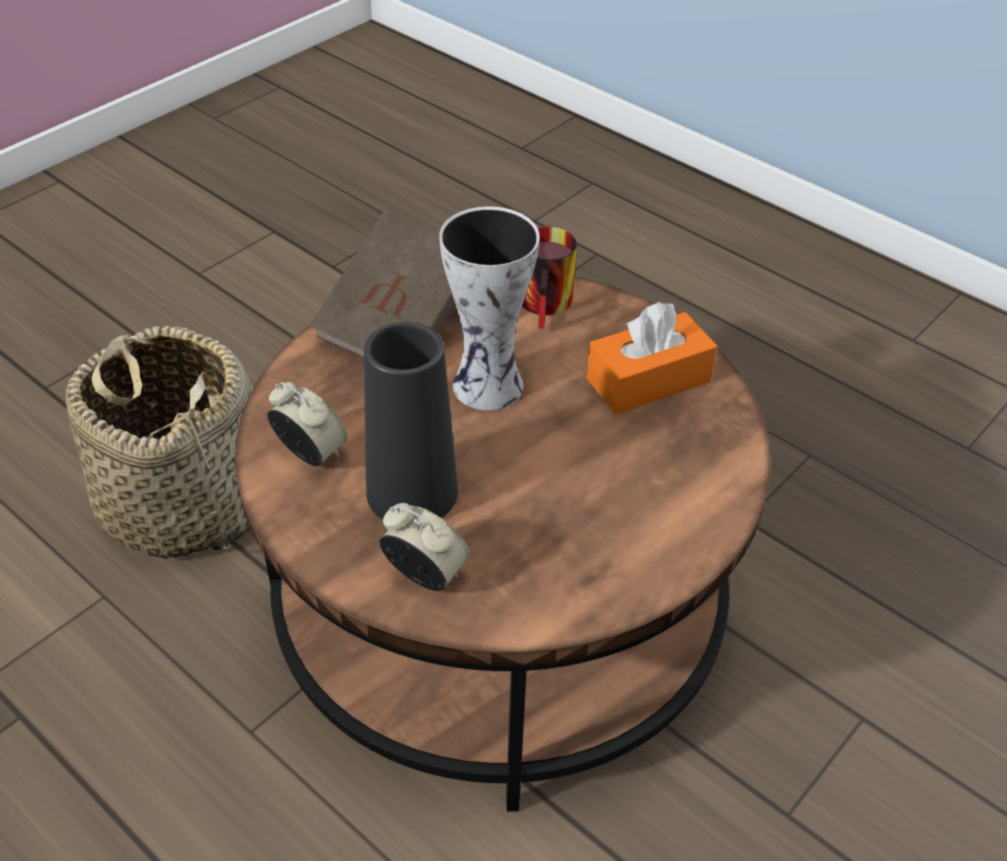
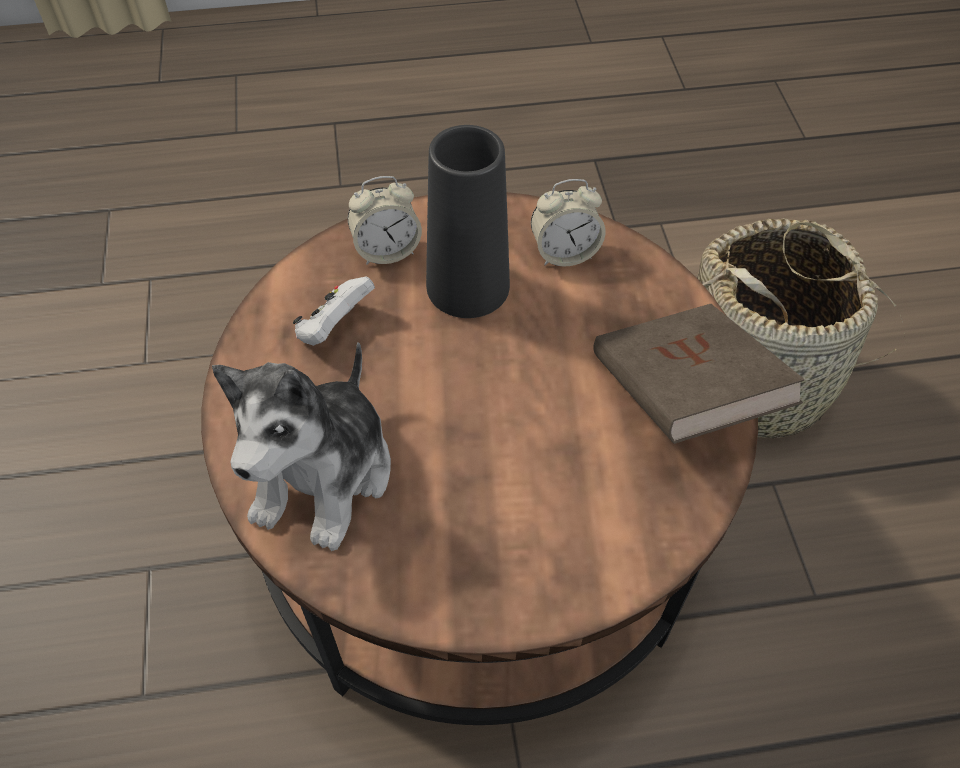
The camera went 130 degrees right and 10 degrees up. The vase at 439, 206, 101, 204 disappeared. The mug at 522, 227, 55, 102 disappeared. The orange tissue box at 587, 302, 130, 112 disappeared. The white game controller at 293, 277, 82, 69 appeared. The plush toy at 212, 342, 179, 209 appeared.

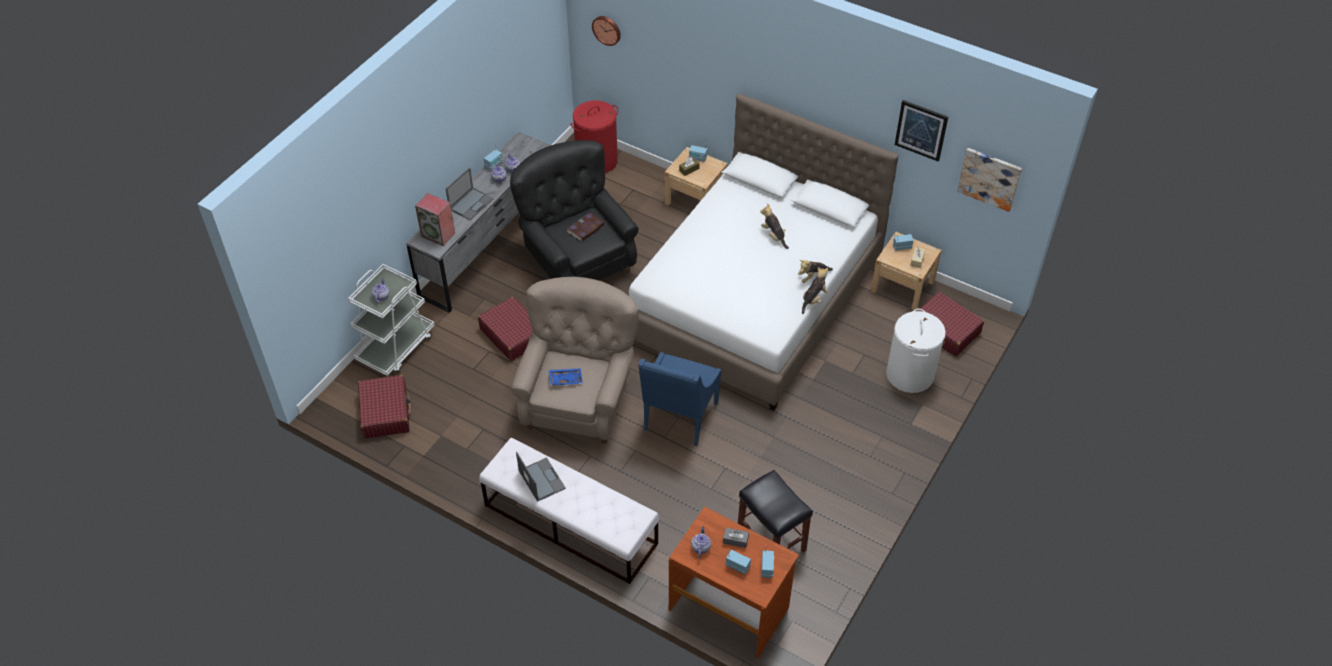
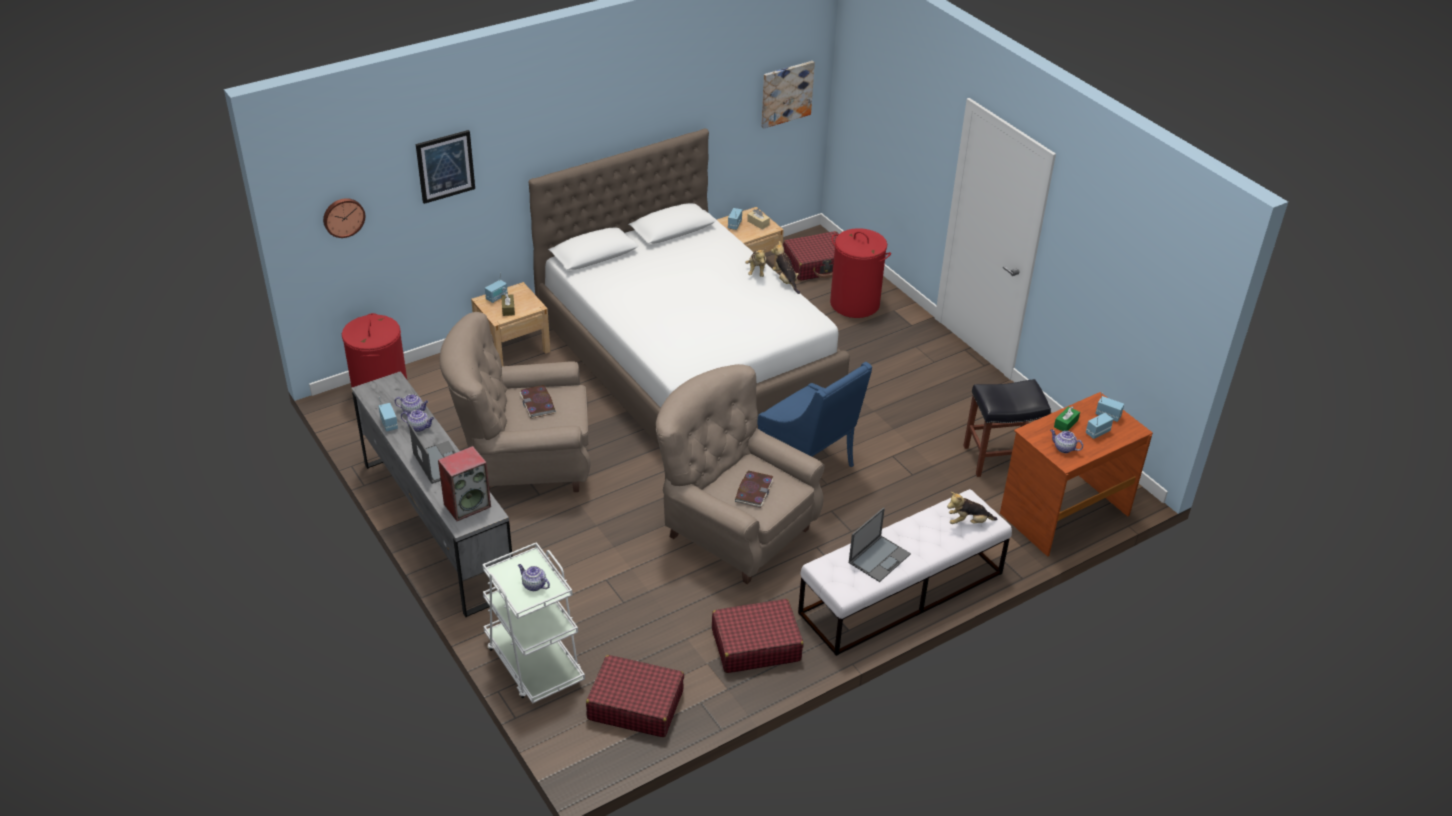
The camera went 65 degrees left and 10 degrees down. The picture moved from 895, 100, 53, 61 to 416, 130, 59, 74. The black armchair at 510, 140, 129, 140 became the beige armchair at 440, 312, 150, 180. The plush toy moved from 760, 203, 29, 46 to 947, 492, 51, 32. The red suitcase moved from 478, 296, 55, 65 to 712, 599, 91, 74. The white laundry basket at 886, 309, 60, 84 became the red laundry basket at 830, 228, 61, 90. The blue tray at 548, 368, 35, 17 was replaced by the book at 735, 470, 39, 38. The laptop at 516, 452, 50, 50 turned 135 degrees clockwise. The grey tissue box at 723, 528, 26, 20 became the green tissue box at 1054, 406, 26, 25.

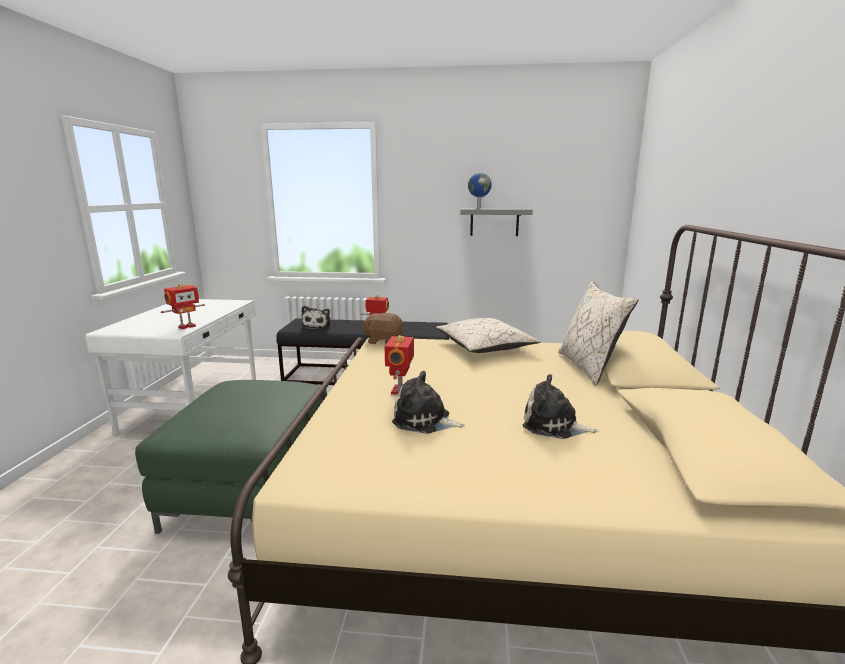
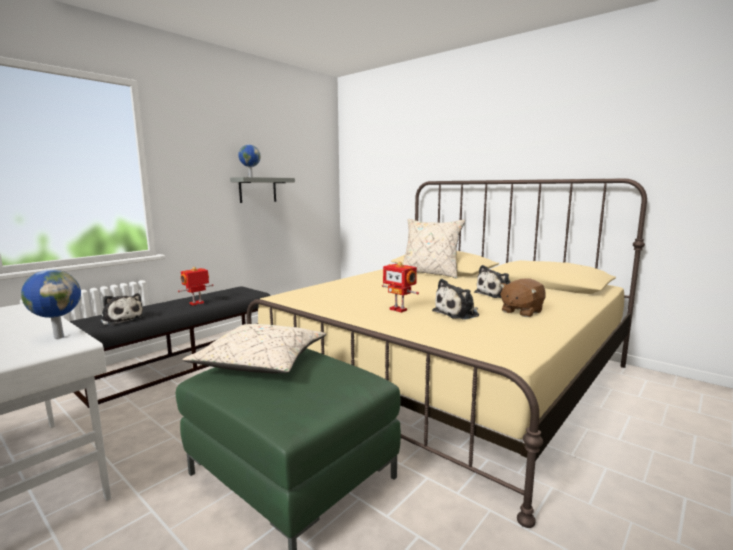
The camera went 55 degrees left and 5 degrees down. The toy robot at 161, 283, 44, 46 was replaced by the globe at 21, 269, 60, 70. The brown plush toy moved from 362, 313, 42, 32 to 500, 278, 46, 39. The beige pillow moved from 436, 318, 105, 35 to 182, 324, 144, 49.

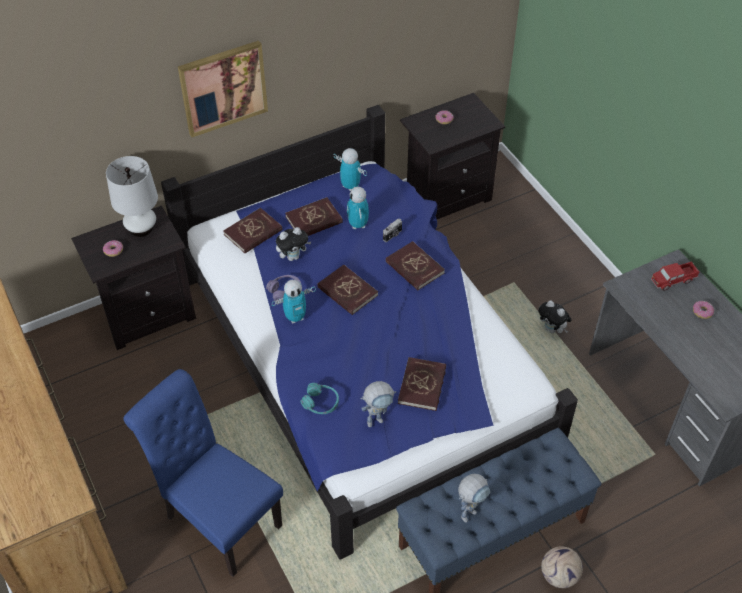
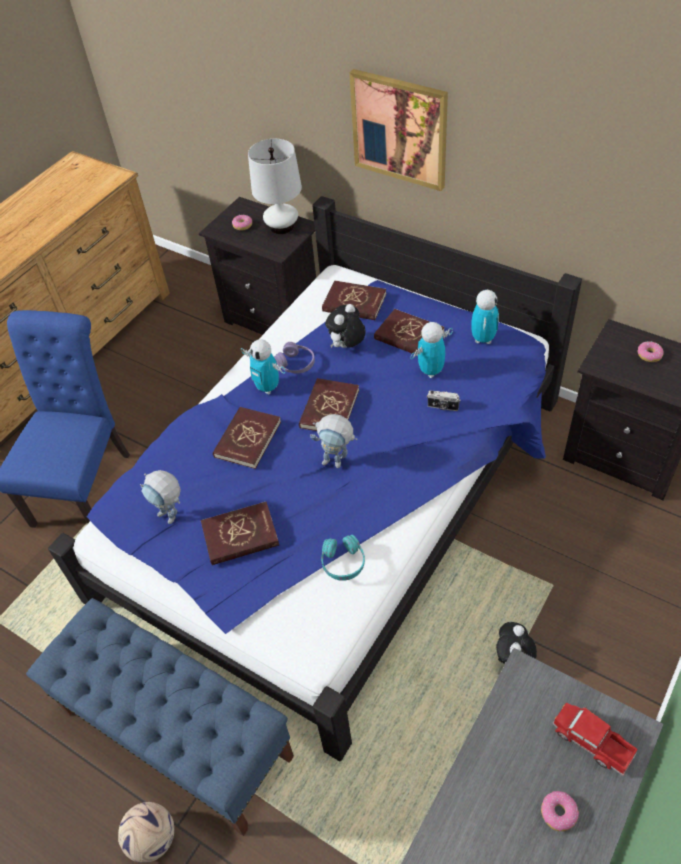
The camera went 65 degrees right and 0 degrees up. The plush toy at 276, 227, 36, 34 turned 90 degrees clockwise. The red book moved from 386, 241, 59, 49 to 213, 407, 68, 62. The turquoise headphones moved from 300, 383, 39, 31 to 321, 535, 44, 46. The toy robot moved from 458, 474, 32, 48 to 310, 414, 47, 54.

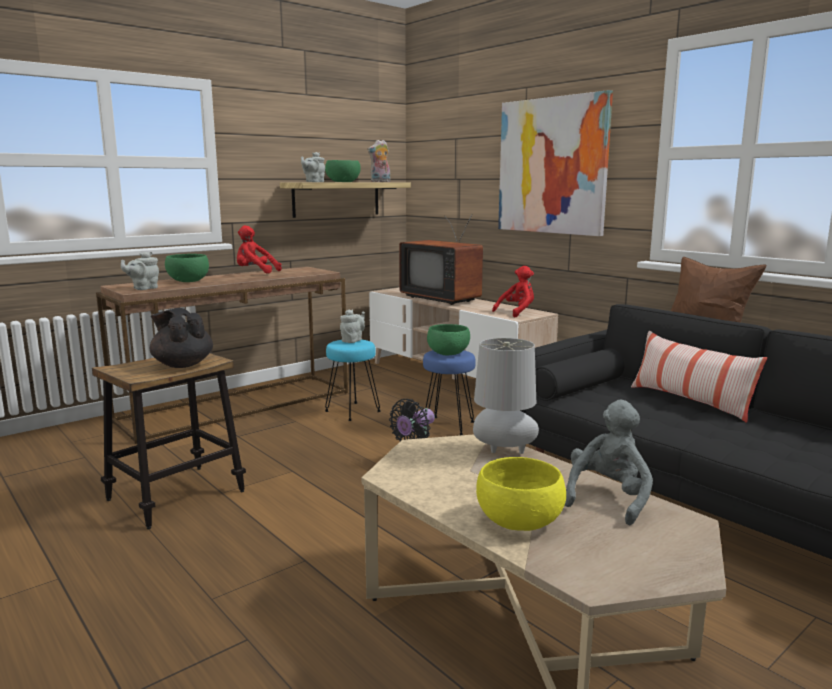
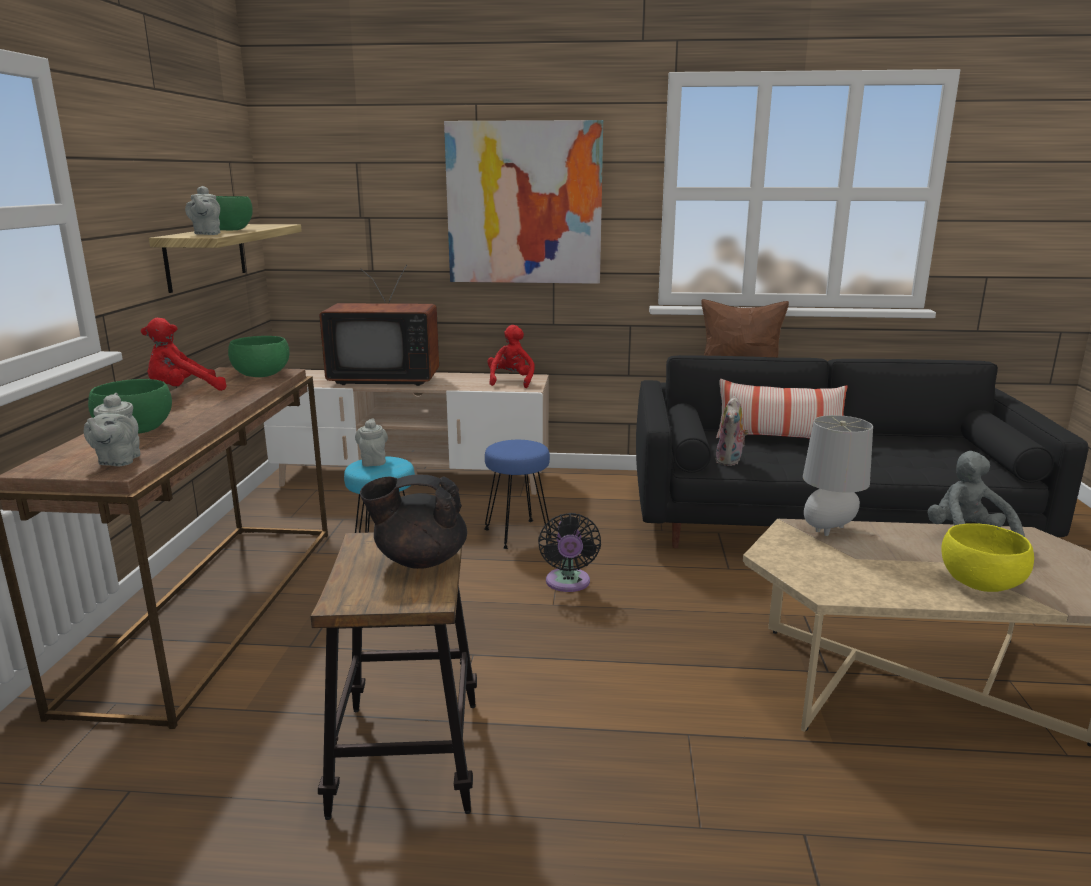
The camera went 45 degrees left and 5 degrees up. The plush toy moved from 367, 140, 23, 42 to 716, 396, 33, 70. The green bowl moved from 427, 324, 43, 31 to 228, 336, 62, 41.

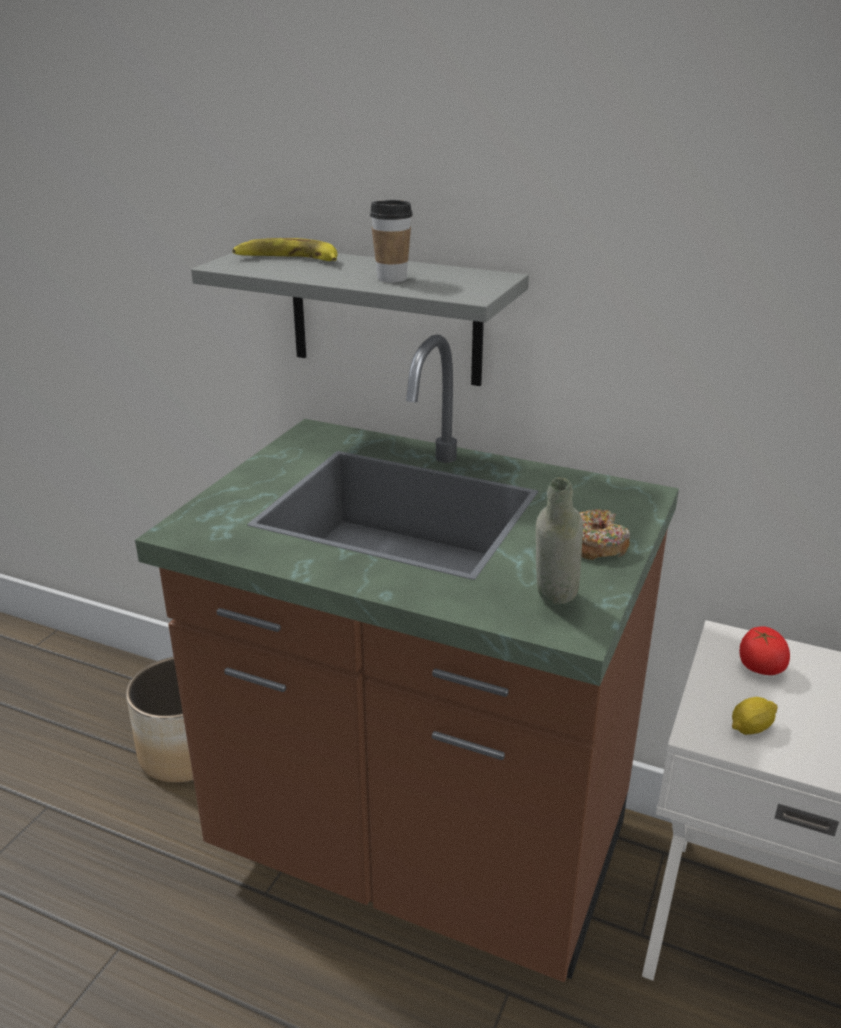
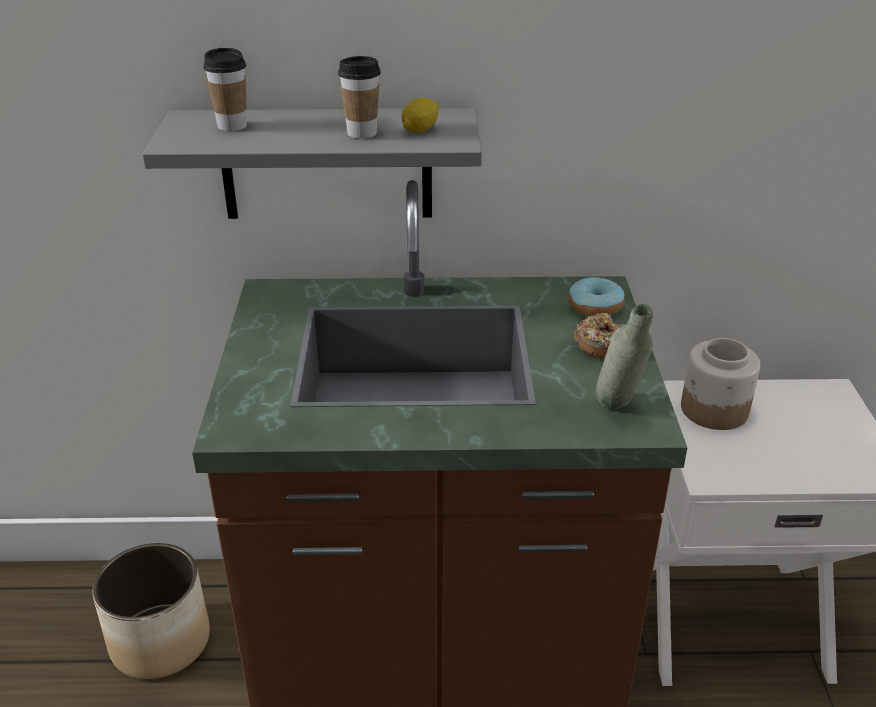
The camera went 25 degrees left and 5 degrees up. The banana at 232, 238, 106, 23 was replaced by the cup at 203, 48, 44, 83. The tomato at 739, 626, 51, 49 was replaced by the jar at 681, 338, 79, 92. The lemon moved from 732, 697, 46, 38 to 402, 98, 37, 35. The donut at 568, 277, 57, 39 appeared.

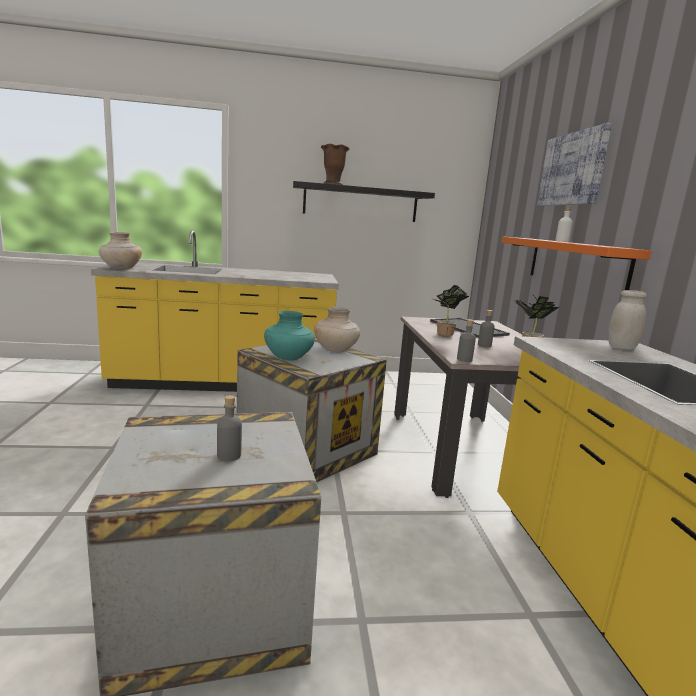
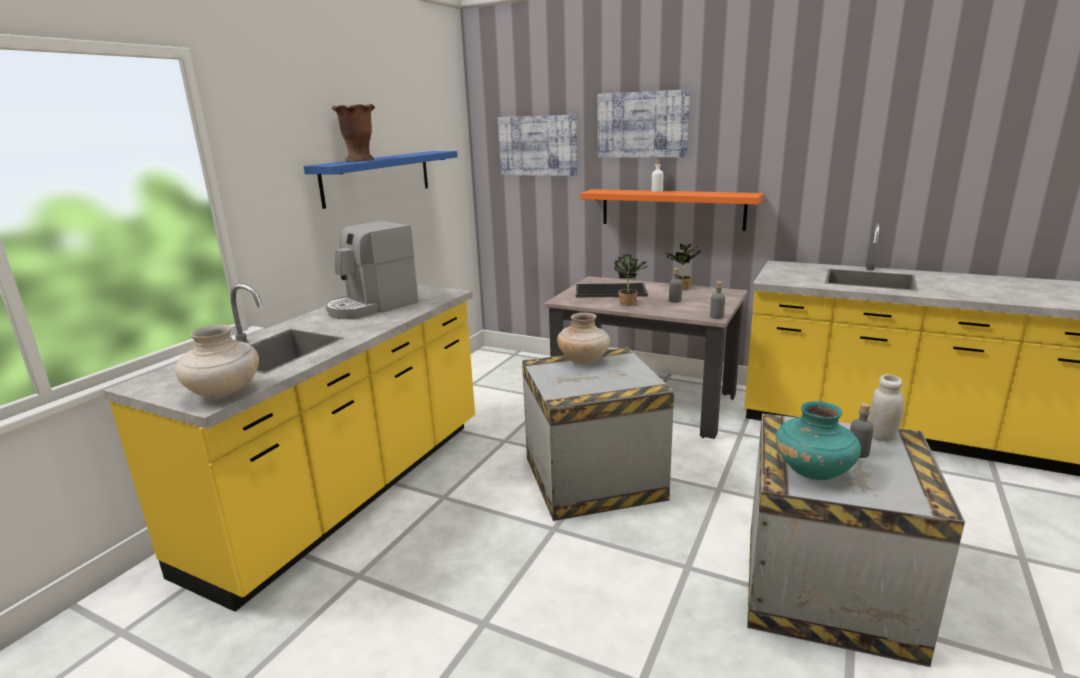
The camera went 55 degrees left and 5 degrees up. The black shelf at 293, 181, 142, 41 became the blue shelf at 303, 151, 155, 58. The white jar moved from 608, 290, 39, 60 to 868, 374, 36, 68. The turquoise vase moved from 264, 311, 51, 49 to 776, 401, 85, 79. The picture at 498, 115, 79, 61 appeared. The coffee machine at 325, 221, 94, 98 appeared.

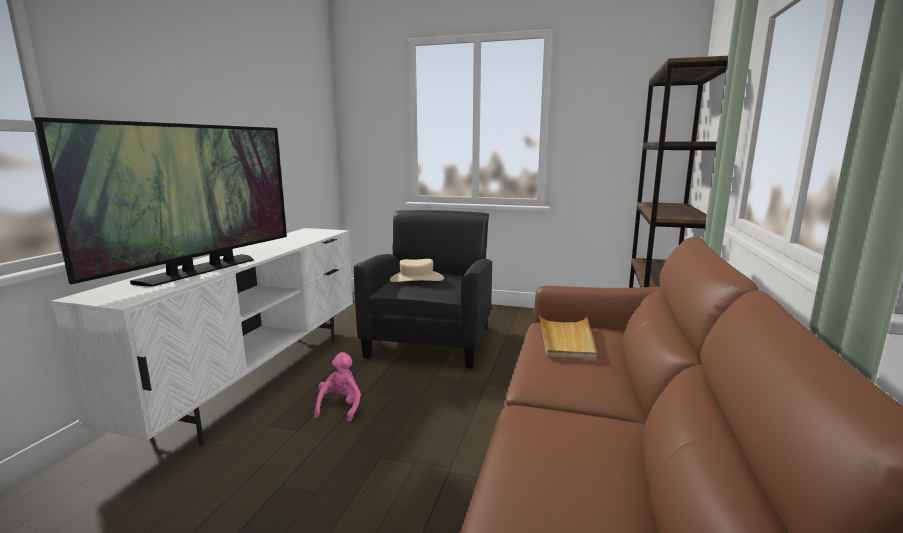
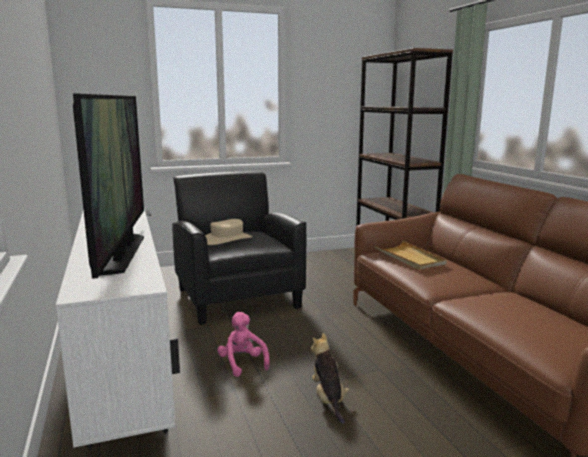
The camera went 35 degrees left and 0 degrees up. The plush toy at 311, 333, 38, 91 appeared.

